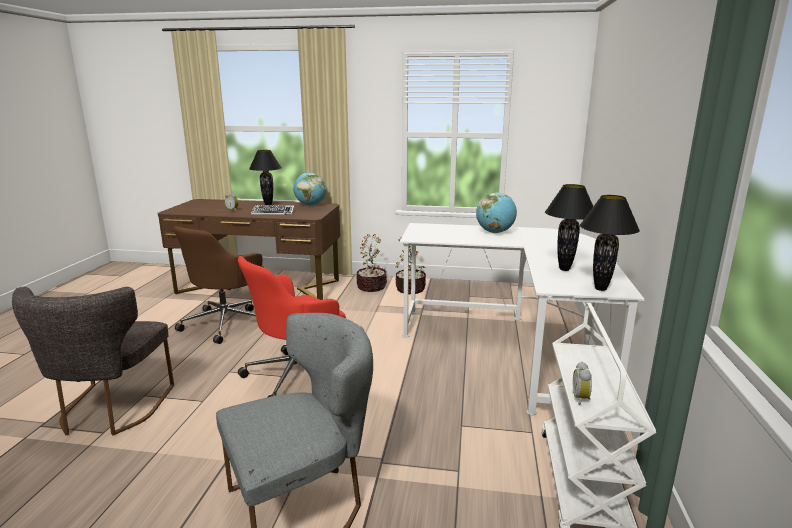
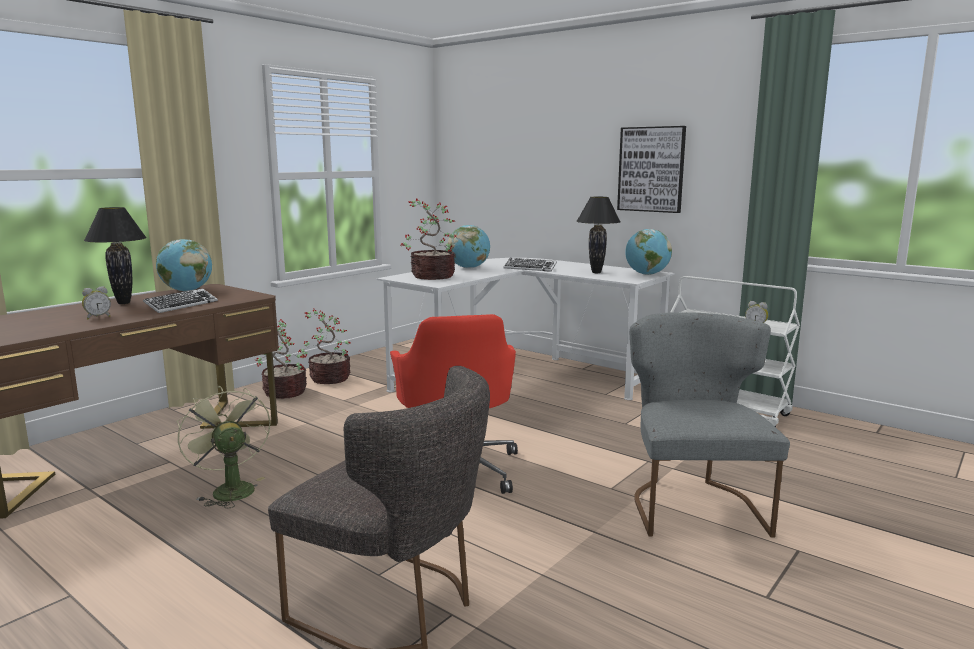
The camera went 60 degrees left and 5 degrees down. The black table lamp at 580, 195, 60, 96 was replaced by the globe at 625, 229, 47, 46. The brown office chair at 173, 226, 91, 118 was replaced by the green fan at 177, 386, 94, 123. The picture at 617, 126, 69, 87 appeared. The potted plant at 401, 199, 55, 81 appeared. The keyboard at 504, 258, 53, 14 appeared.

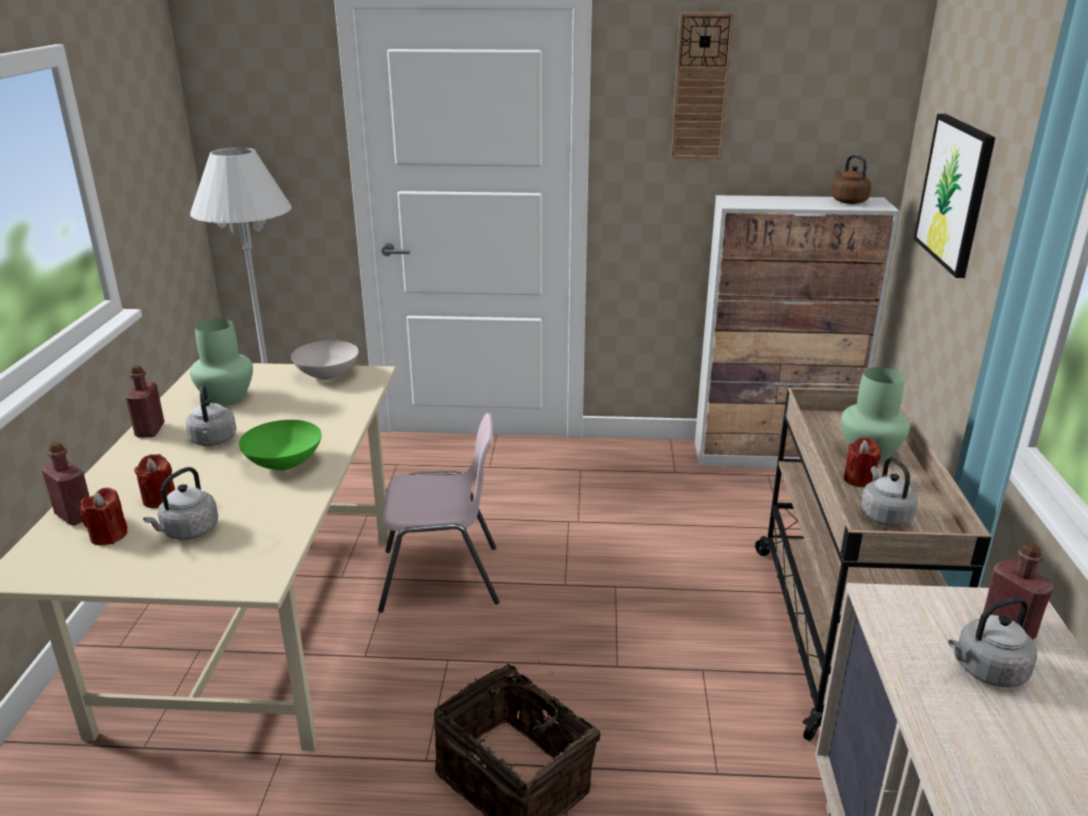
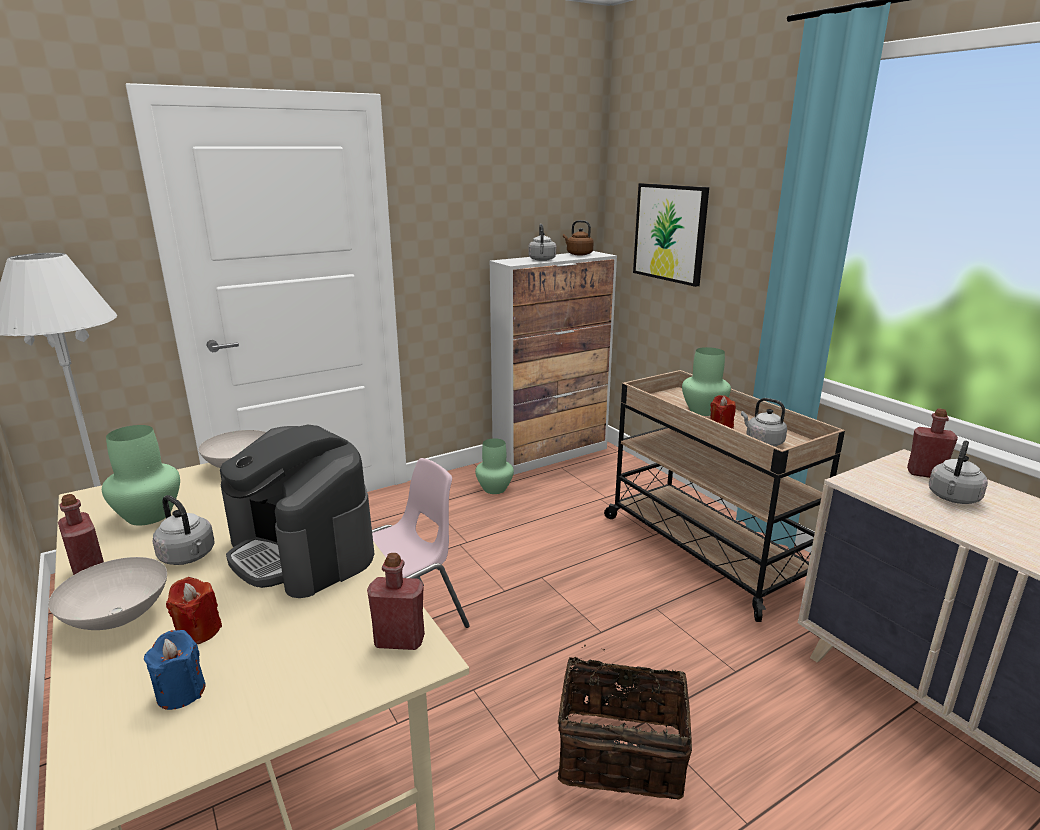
The camera went 35 degrees left and 5 degrees down. The wall clock at 671, 13, 63, 146 disappeared. The green bowl at 239, 420, 83, 50 was replaced by the coffee machine at 220, 424, 154, 174. The red bottle moved from 42, 442, 48, 84 to 367, 553, 58, 97. The grey kettle moved from 143, 467, 75, 73 to 528, 224, 28, 37. The red candle at 81, 488, 47, 57 became the blue candle at 144, 630, 61, 80. The green vase at 475, 438, 39, 56 appeared. The white bowl at 48, 557, 119, 73 appeared.

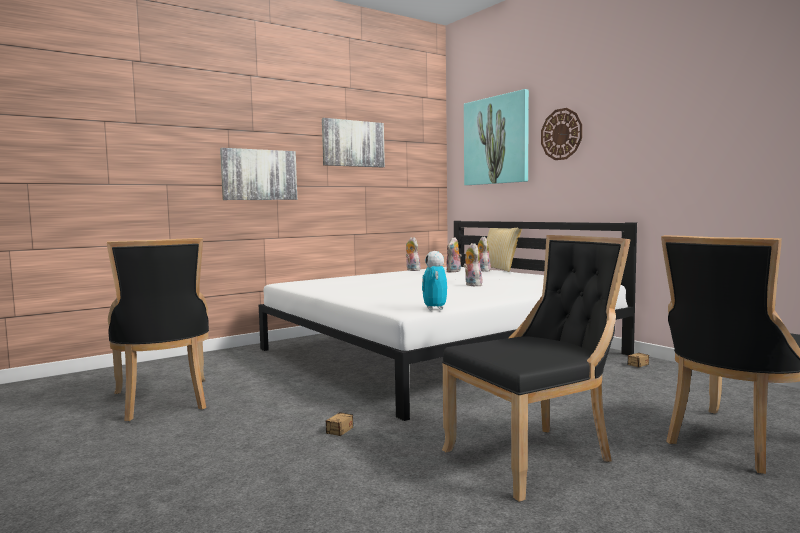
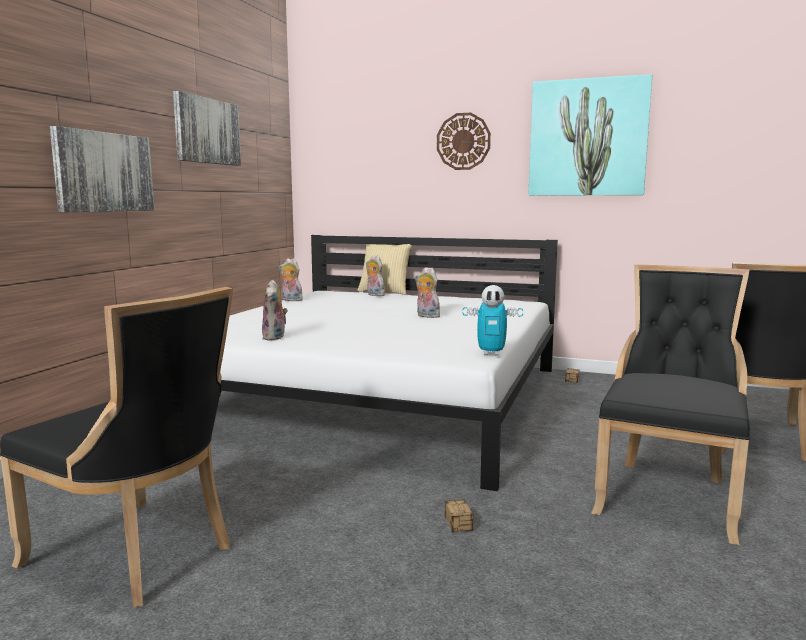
The camera went 35 degrees left and 5 degrees up. The picture moved from 464, 89, 65, 96 to 529, 74, 123, 122. The plush toy moved from 447, 237, 15, 36 to 262, 280, 26, 61. The toy robot at 422, 251, 25, 59 turned 45 degrees counterclockwise.

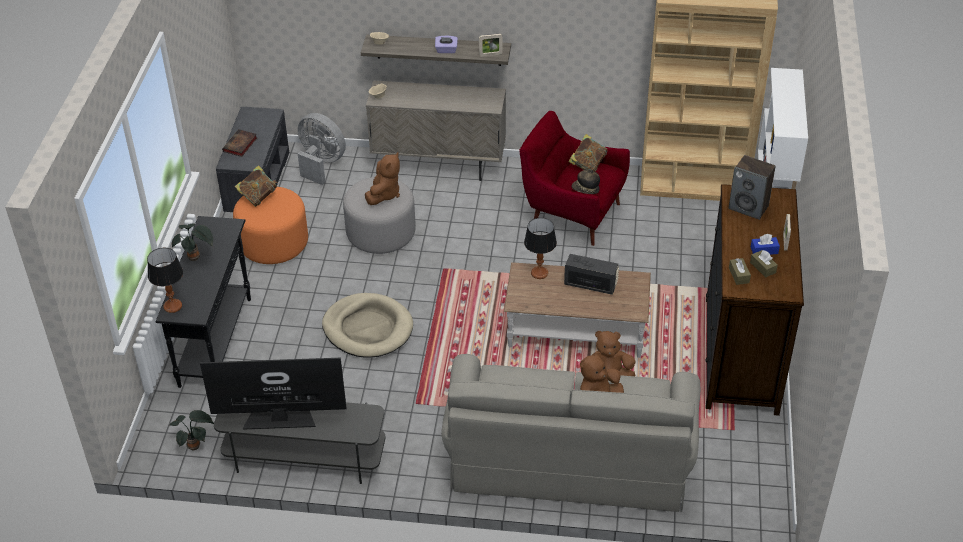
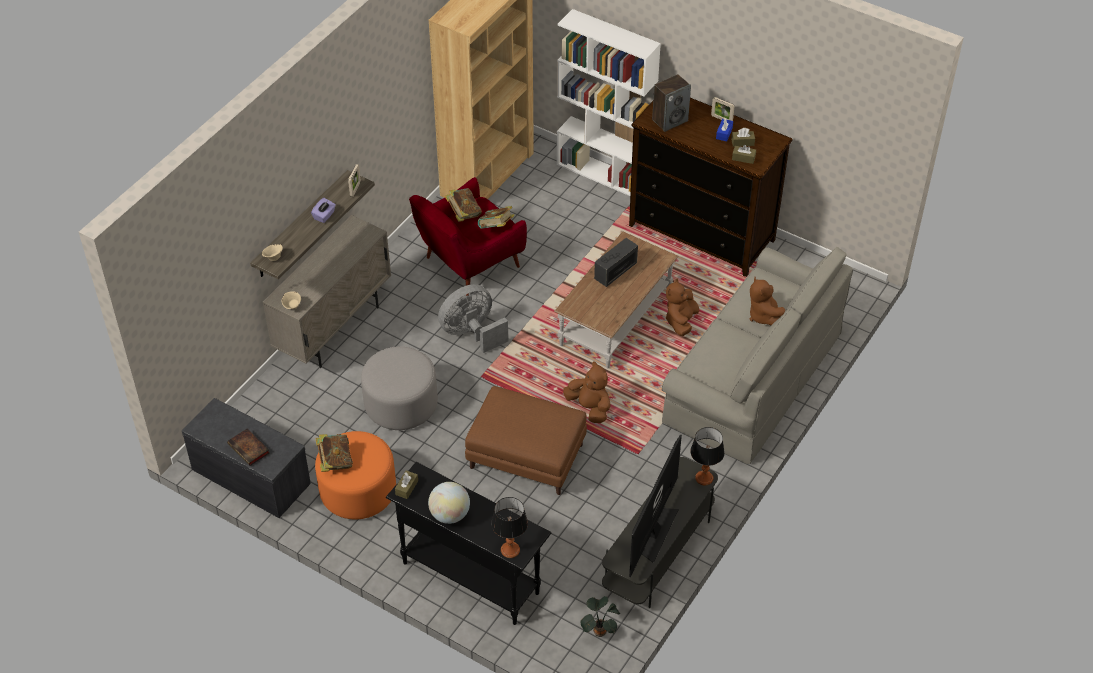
The camera went 65 degrees left and 5 degrees up. The grey fan moved from 298, 113, 48, 72 to 438, 284, 70, 69. The brown plush toy moved from 365, 152, 35, 53 to 563, 361, 48, 62. The hat at 572, 169, 28, 25 was replaced by the book at 478, 206, 36, 23. The table lamp moved from 524, 218, 33, 61 to 690, 427, 35, 59. The potted plant at 172, 223, 41, 38 was replaced by the globe at 428, 482, 42, 42. The beige dog bed at 322, 293, 91, 65 was replaced by the brown ottoman at 465, 386, 122, 109. The brown tissue box at 395, 470, 23, 29 appeared.

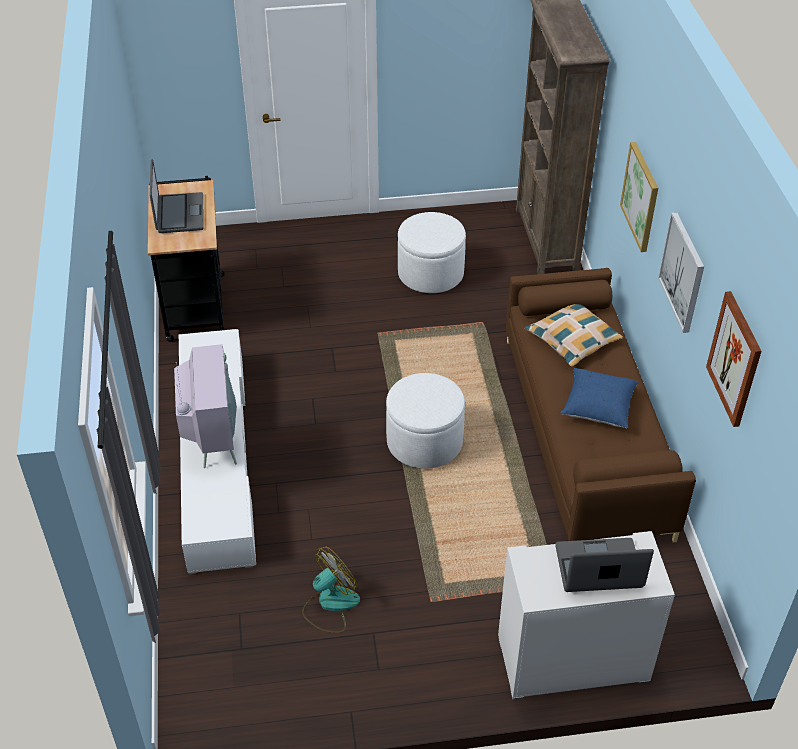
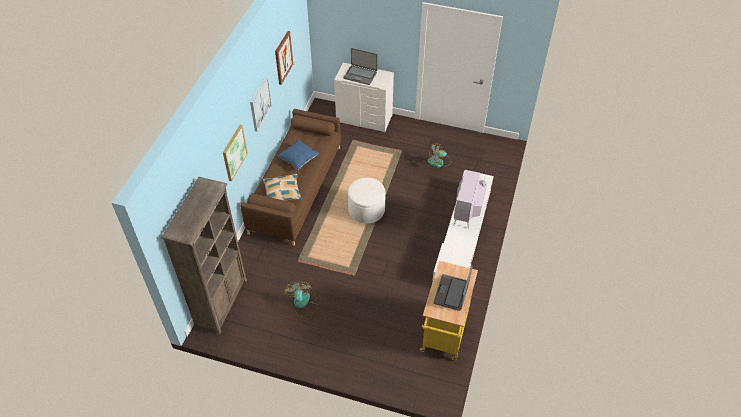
The camera went 155 degrees left and 5 degrees up. The black cart at 148, 176, 77, 166 became the yellow cart at 420, 261, 58, 100. The white ottoman at 398, 212, 68, 81 was replaced by the fan at 284, 282, 34, 34.

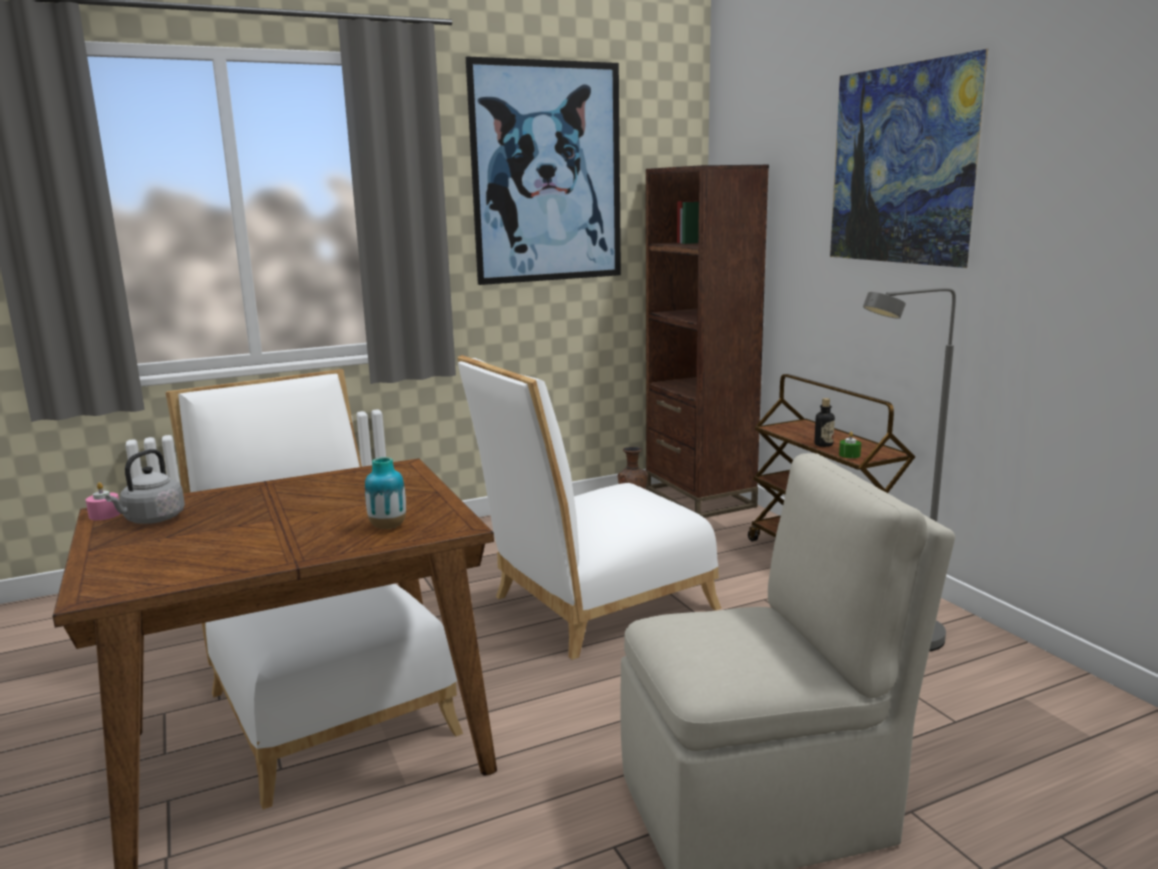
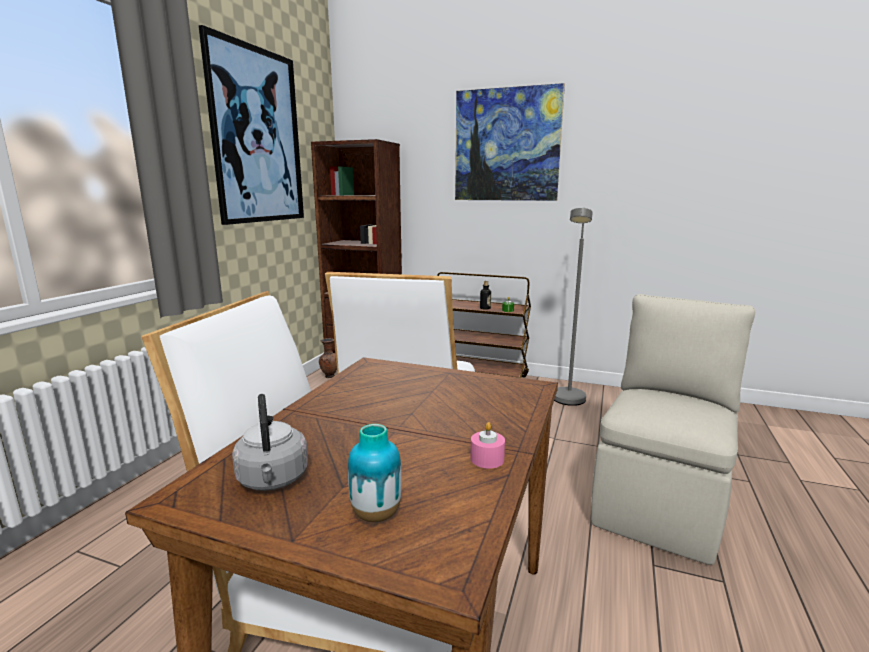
The camera went 45 degrees left and 0 degrees up. The vase moved from 365, 457, 41, 72 to 348, 424, 54, 98. The pink candle moved from 86, 482, 35, 38 to 470, 422, 35, 47.

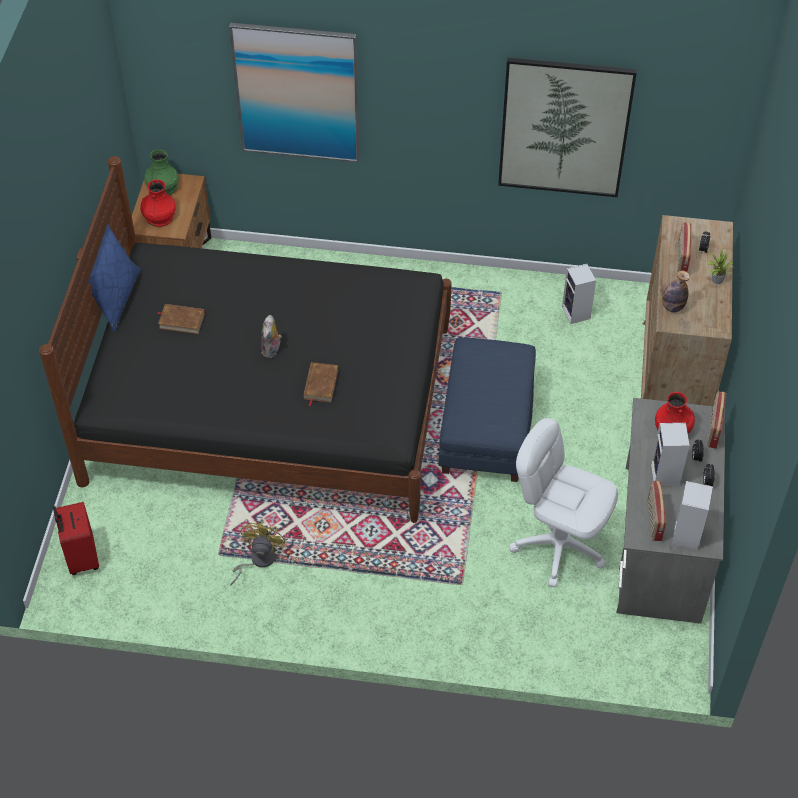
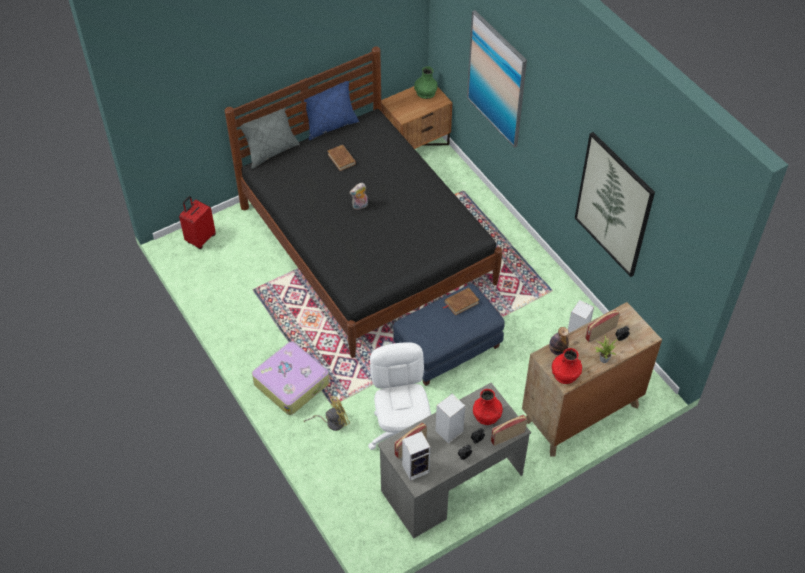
The camera went 50 degrees right and 0 degrees up. The red vase moved from 140, 179, 36, 48 to 552, 348, 30, 36. The brown book moved from 303, 362, 35, 44 to 443, 287, 36, 29. The yellow fan moved from 230, 521, 55, 65 to 304, 396, 46, 35. The grey pillow at 239, 98, 61, 71 appeared. The suitcase at 252, 342, 77, 73 appeared.

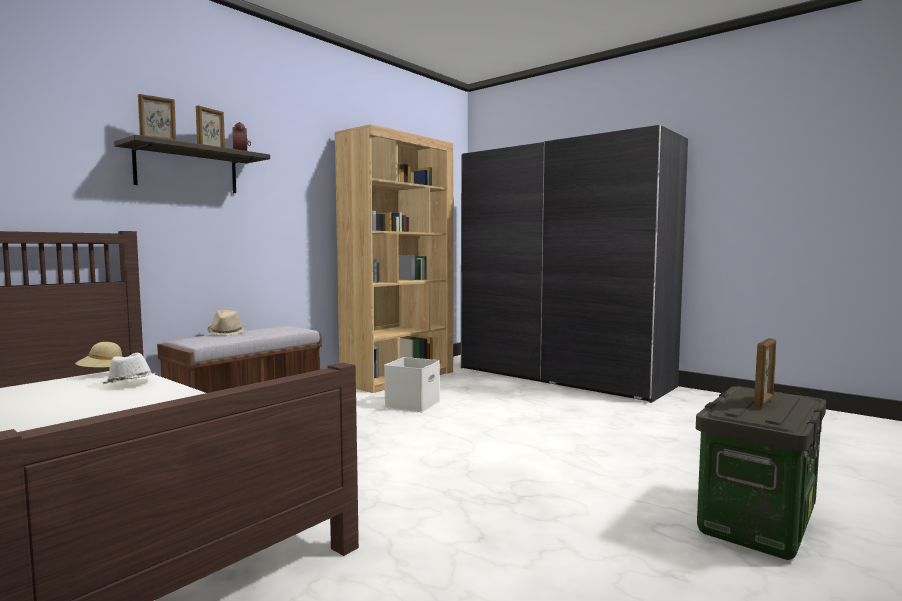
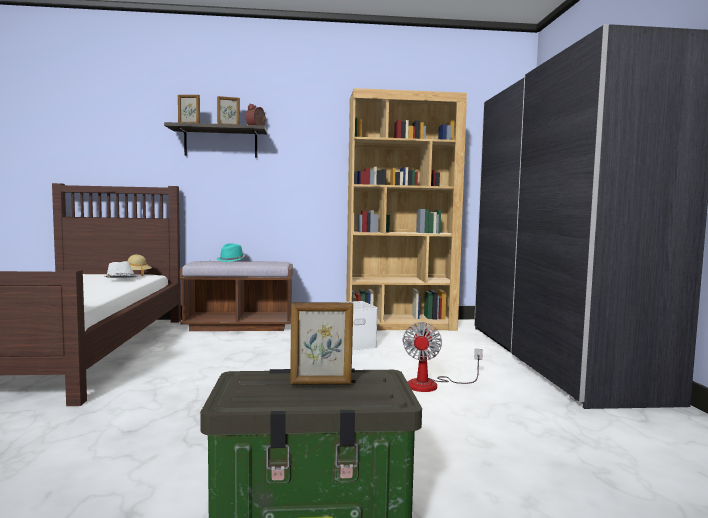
The camera went 45 degrees right and 0 degrees up. The beige hat at 207, 310, 39, 26 became the turquoise hat at 217, 243, 28, 19. The fan at 403, 322, 80, 70 appeared.

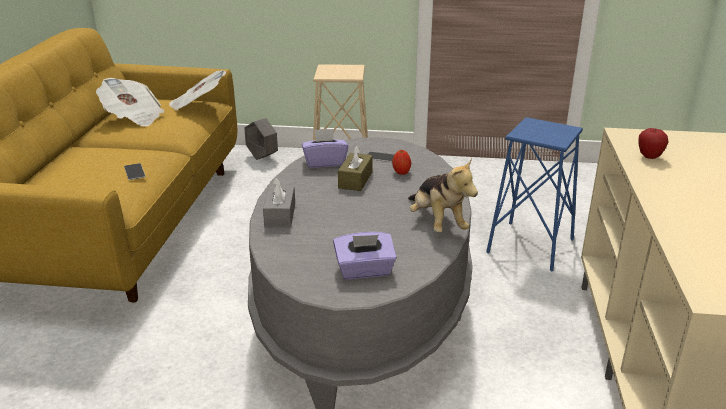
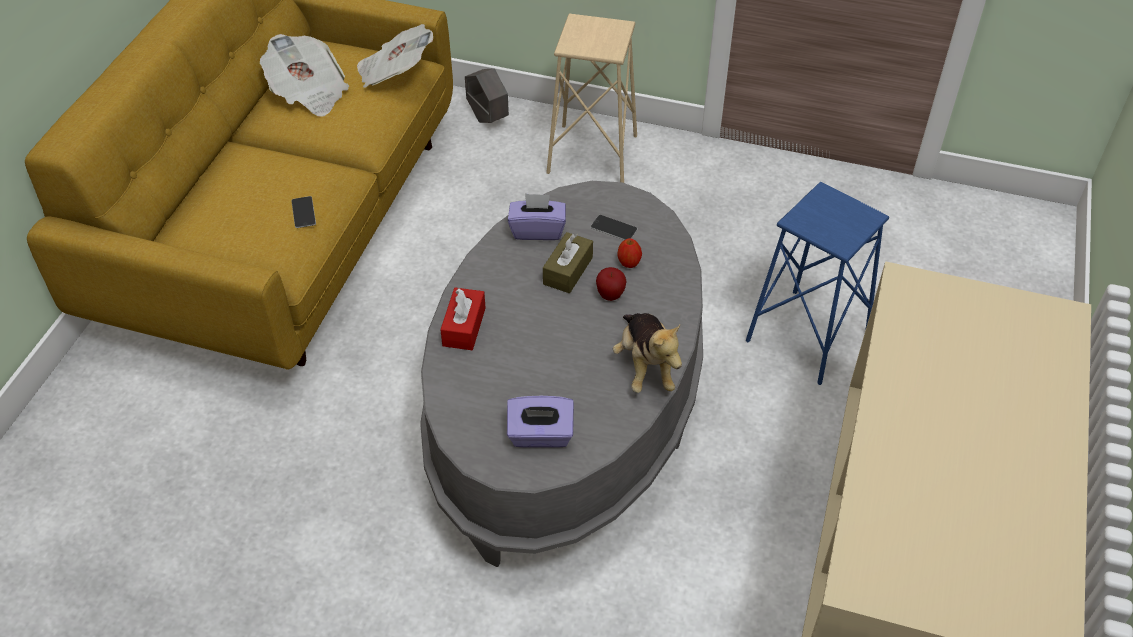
The camera went 10 degrees right and 20 degrees up. The apple moved from 638, 128, 30, 31 to 596, 267, 31, 34. The grey tissue box at 263, 177, 32, 51 became the red tissue box at 440, 288, 46, 62.

